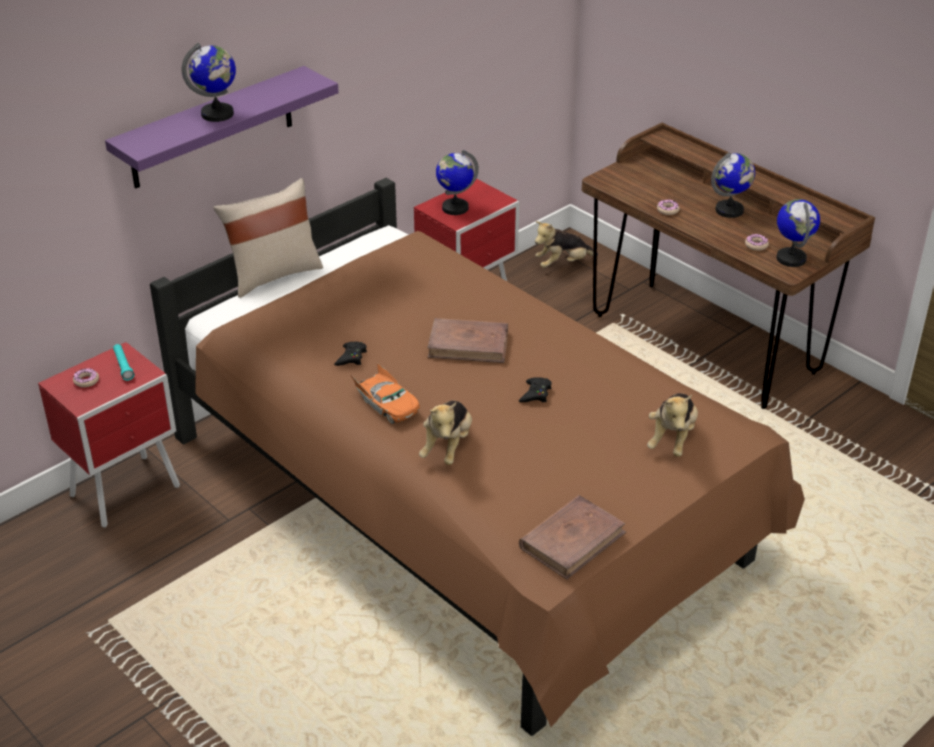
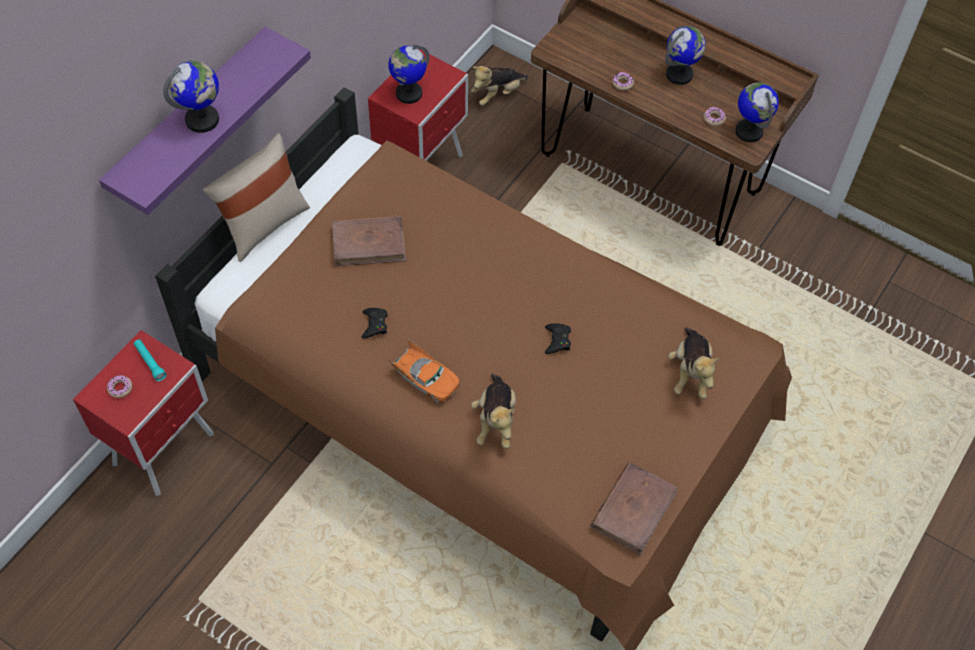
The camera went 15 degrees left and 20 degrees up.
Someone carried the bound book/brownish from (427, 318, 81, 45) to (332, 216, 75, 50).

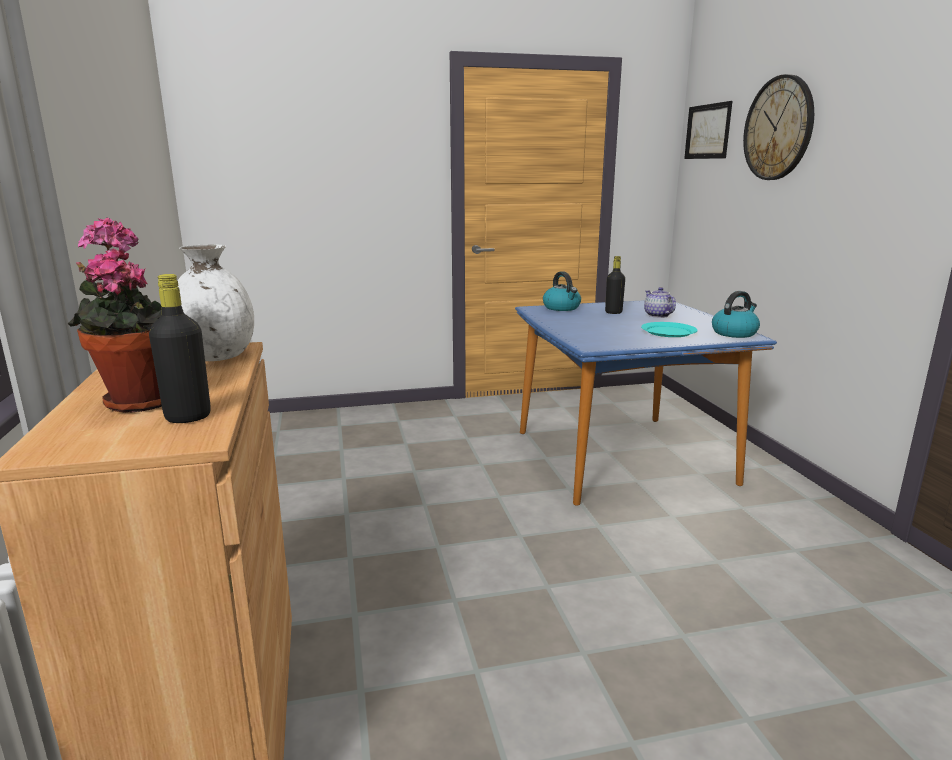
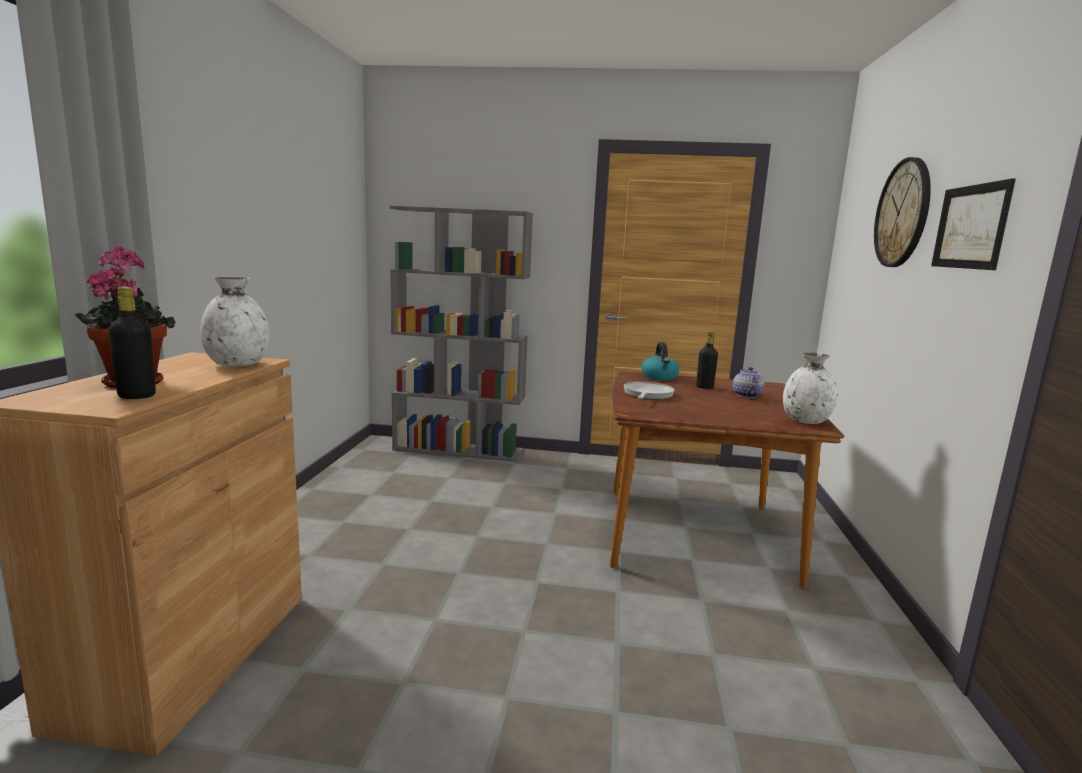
The camera went 20 degrees right and 5 degrees down.
Someone took away the flat dish/turquoise-coloured at (641, 322, 57, 15).
Someone put down the bookcase/greyish at (390, 206, 143, 256).
Someone put down the frying pan at (624, 382, 50, 18).
Someone carried the picture from (684, 101, 48, 58) to (931, 178, 85, 92).
Someone swapped the water kettle at (712, 291, 48, 47) for the flower vase/white at (783, 352, 54, 72).
Someone repainted the dining table/bluish at (515, 300, 262, 206), which became the dining table/brownish at (610, 371, 234, 218).

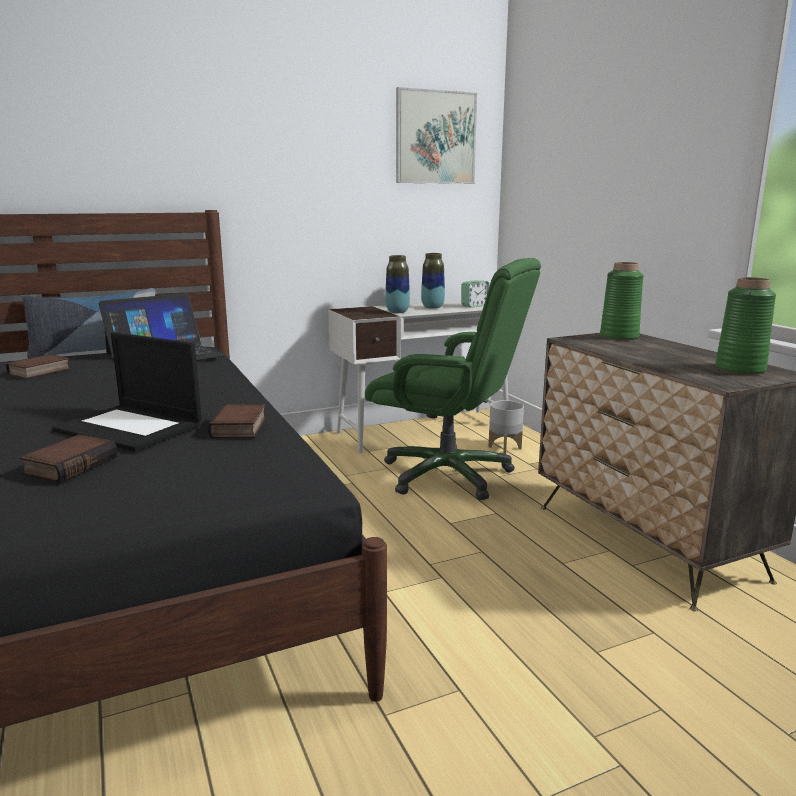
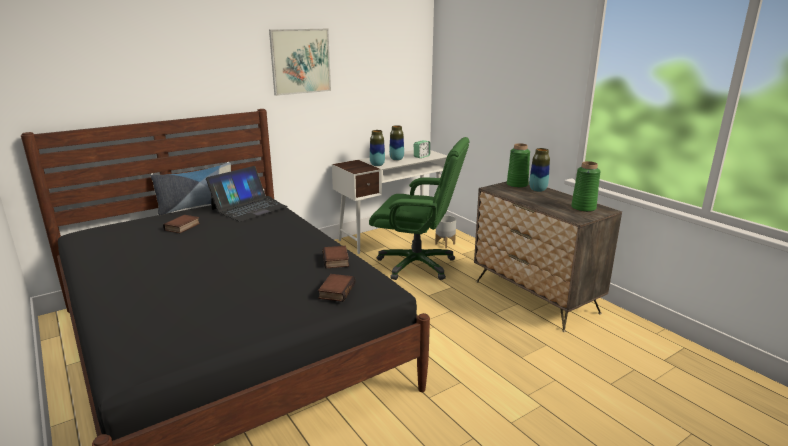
The camera went 10 degrees left and 5 degrees up.
Someone took away the laptop at (52, 332, 150, 120).
Someone put down the flower vase at (529, 148, 21, 44).
Someone carried the bound book from (19, 435, 98, 48) to (318, 274, 38, 28).
Someone carried the picture from (396, 87, 81, 97) to (269, 29, 62, 67).

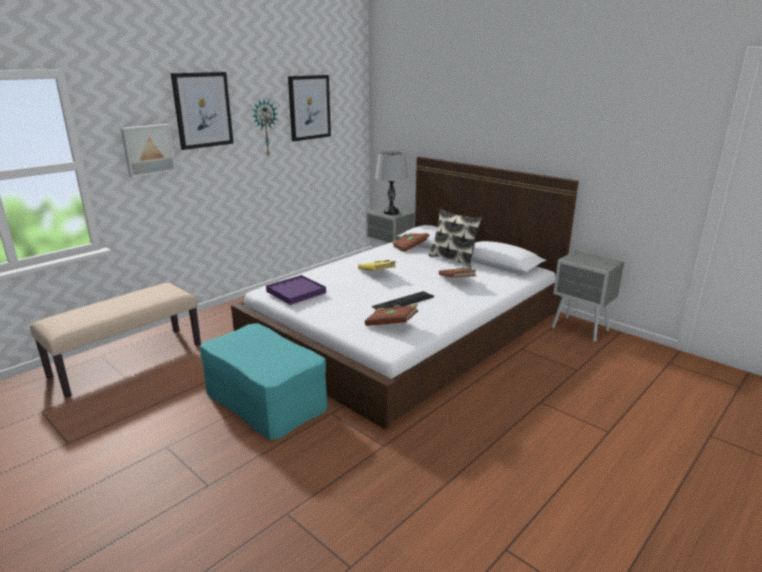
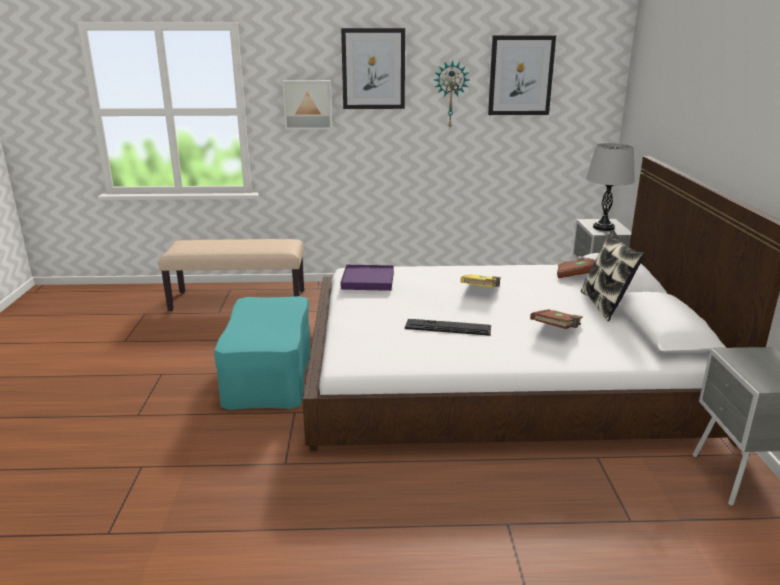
The camera went 45 degrees right and 0 degrees up.
Someone took away the bound book/brownish at (365, 304, 53, 22).

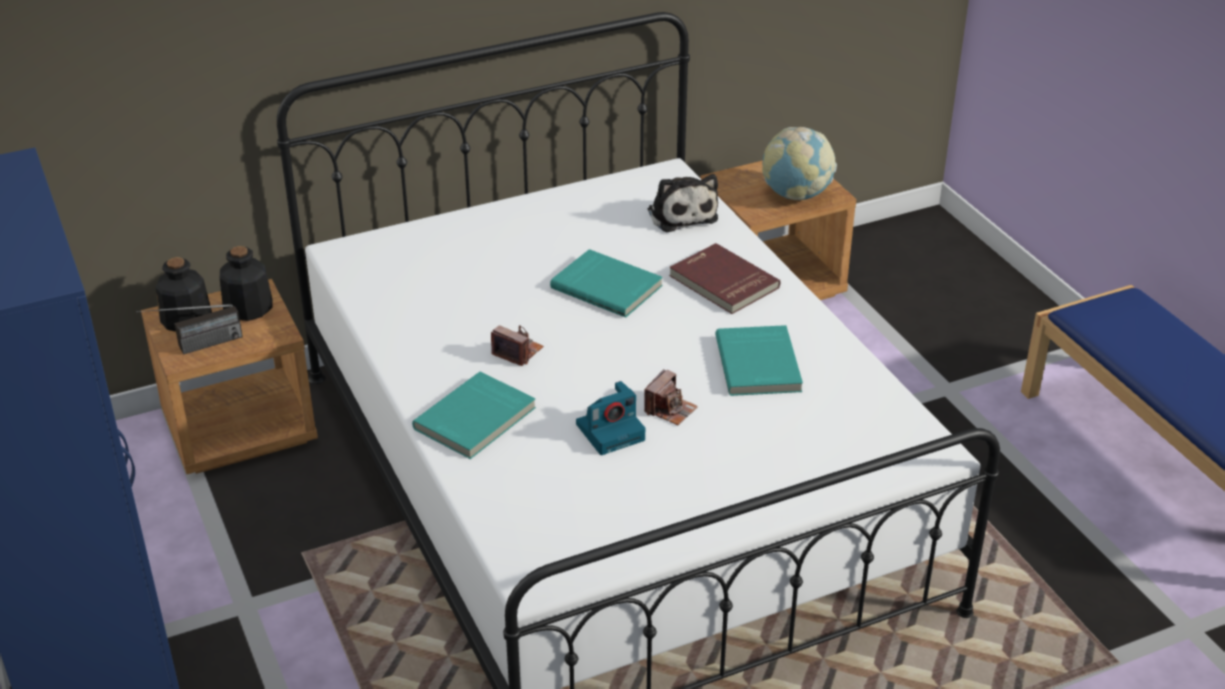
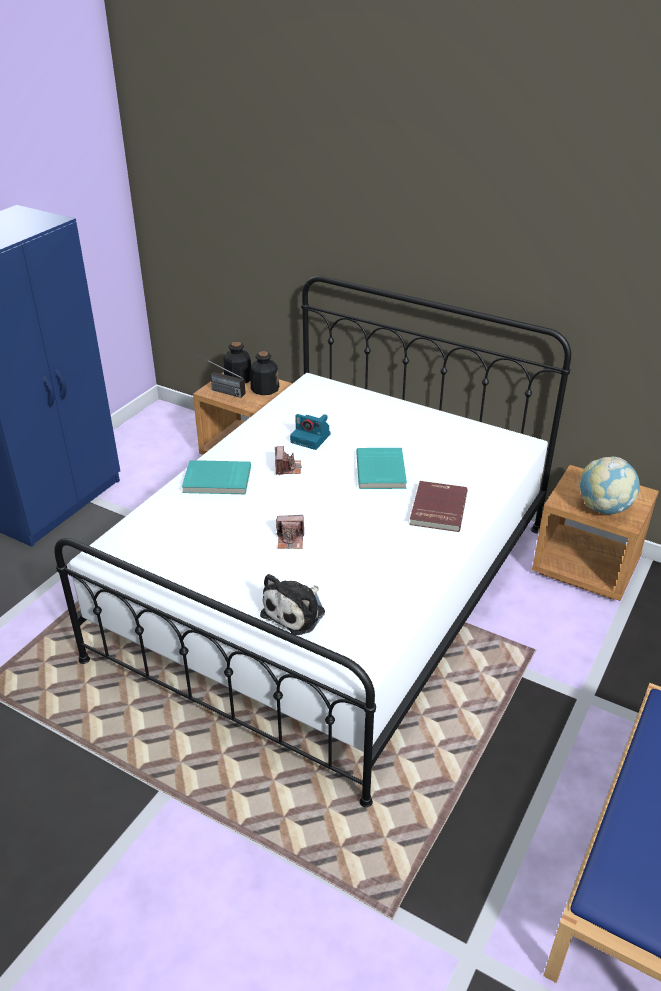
The camera went 55 degrees right and 0 degrees up.
Someone took away the bound book/turquoise-coloured at (715, 325, 88, 71).
Someone carried the still camera from (576, 381, 70, 74) to (290, 414, 40, 36).
Someone carried the plush toy from (648, 174, 70, 59) to (260, 574, 65, 61).

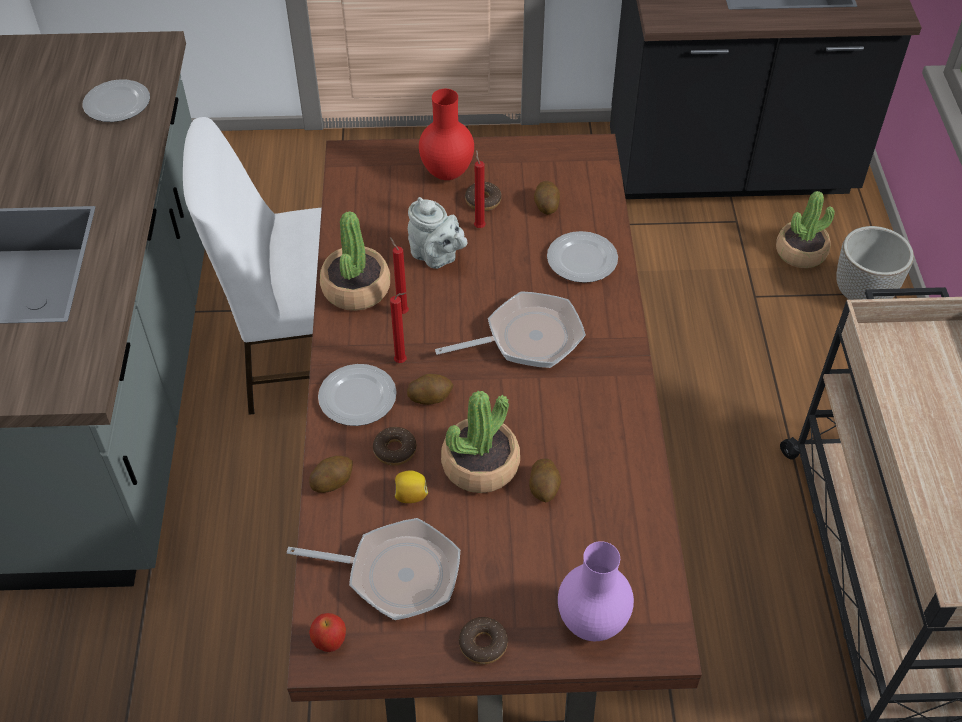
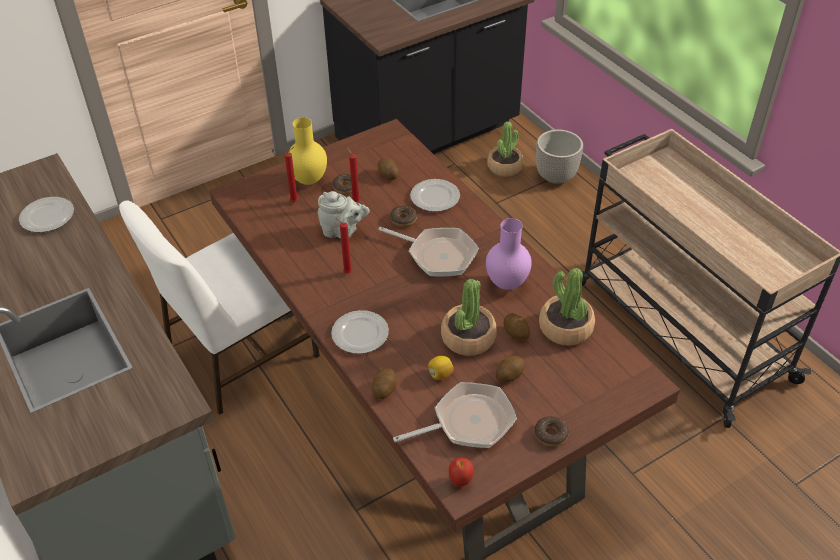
The camera went 30 degrees left and 5 degrees down.
Someone carried the houseplant from (320, 211, 70, 100) to (539, 268, 56, 78).
Someone carried the donut from (373, 427, 43, 39) to (390, 205, 27, 22).
Someone carried the wax candle/red-coloured from (390, 293, 17, 70) to (285, 147, 13, 55).
Someone carried the spud from (407, 374, 47, 31) to (496, 356, 28, 27).
Someone carried the flower vase/purplish from (558, 541, 76, 100) to (486, 218, 46, 72).
Someone repainted the flower vase/red-coloured at (419, 89, 55, 91), which became the flower vase/yellow-coloured at (289, 117, 38, 68).
Someone rotated the frying pan at (435, 291, 151, 77) by 75 degrees clockwise.

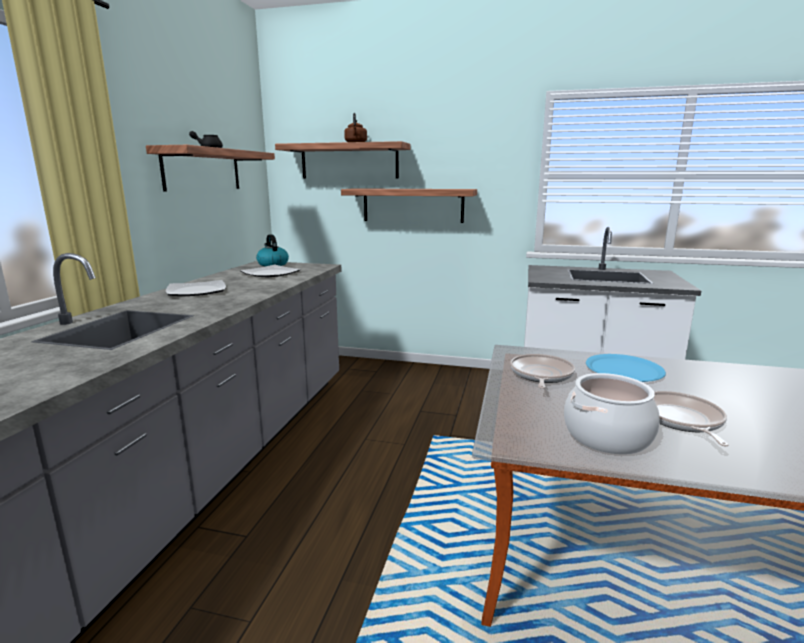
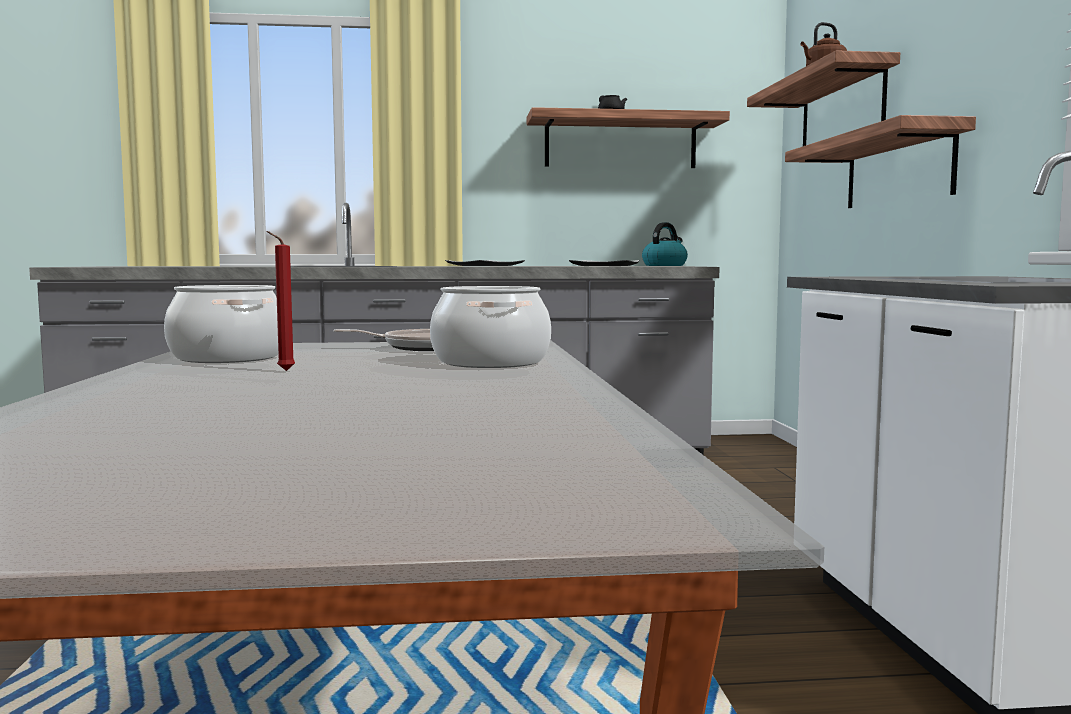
The camera went 70 degrees right and 10 degrees down.
Someone swapped the flat dish/bluish at (586, 354, 80, 28) for the saucepot at (430, 286, 121, 82).
Someone swapped the frying pan at (654, 391, 75, 56) for the wax candle/red-coloured at (266, 231, 29, 140).

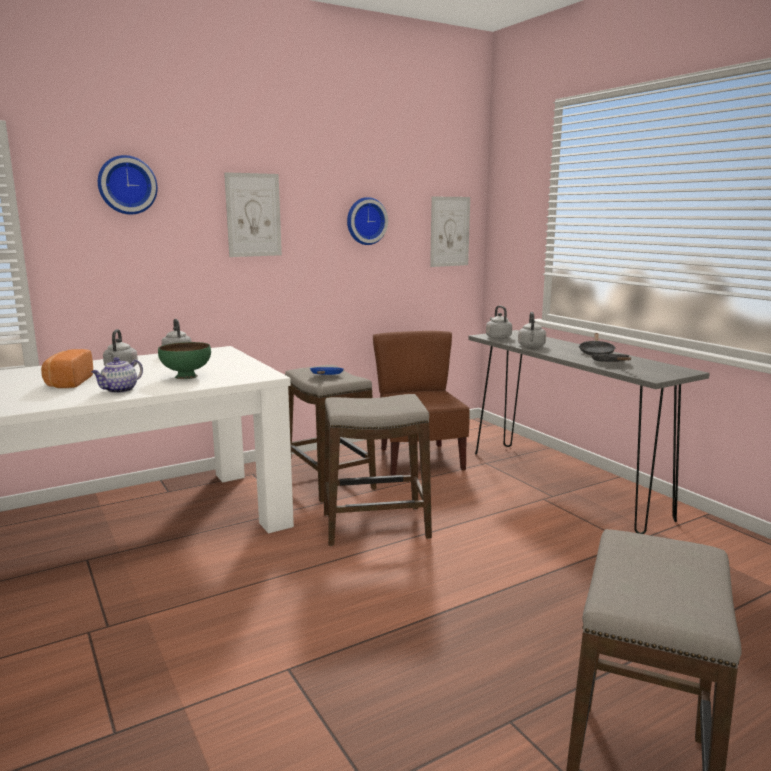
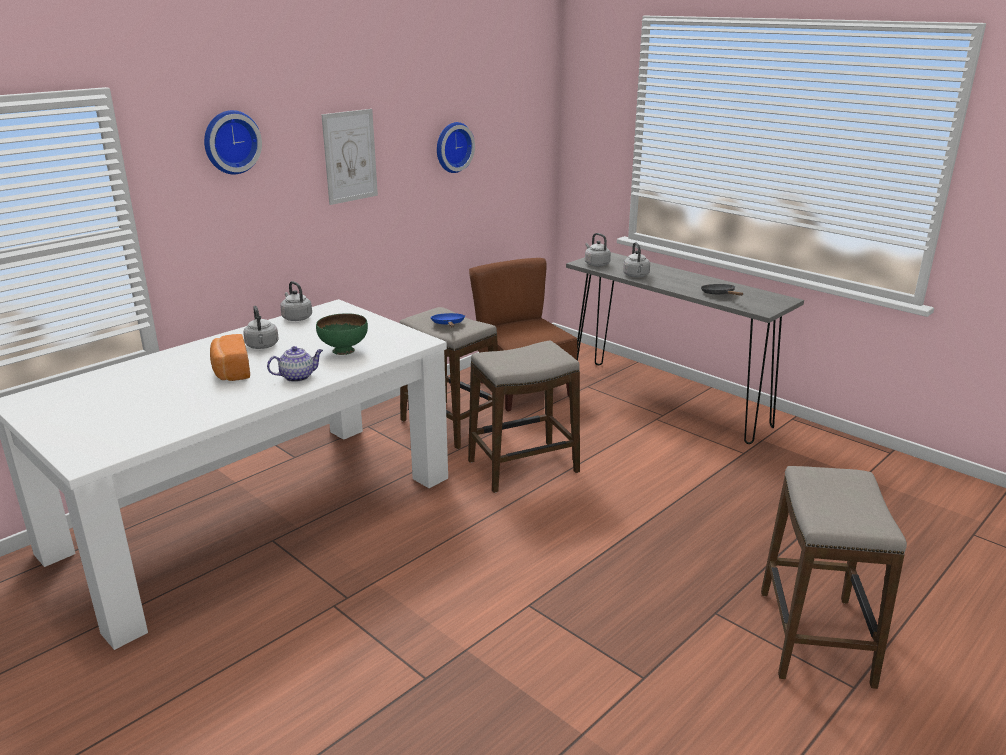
The camera went 15 degrees left and 10 degrees up.
Someone took away the picture at (430, 196, 40, 71).
Someone took away the frying pan/black-coloured at (579, 333, 37, 22).
Someone rotated the tea pot at (91, 357, 52, 36) by 135 degrees counterclockwise.

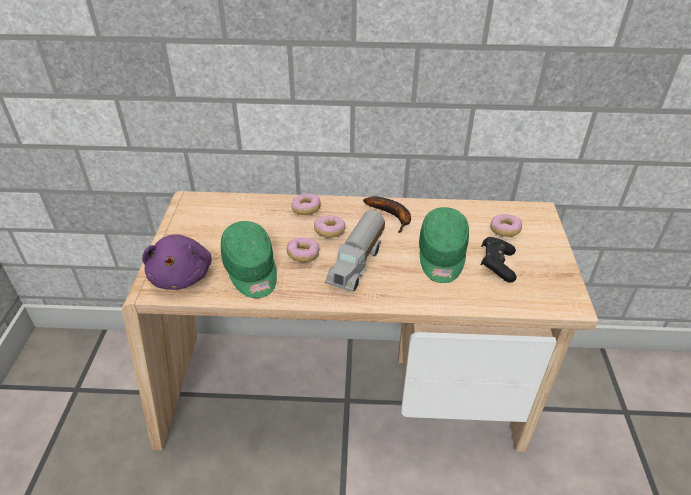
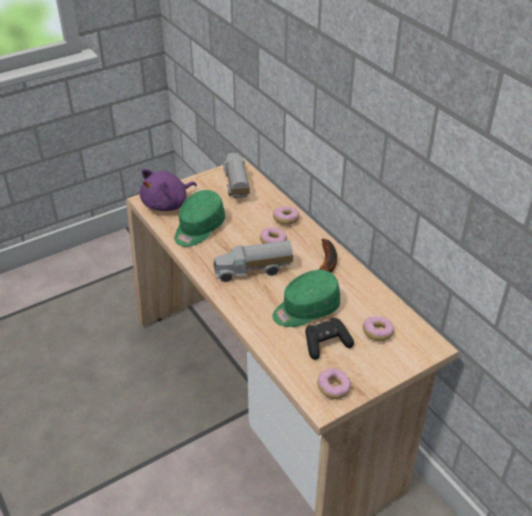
The camera went 55 degrees right and 0 degrees up.
Someone put down the toy truck at (222, 153, 28, 45).
Someone carried the donut from (287, 237, 33, 25) to (317, 368, 34, 31).

